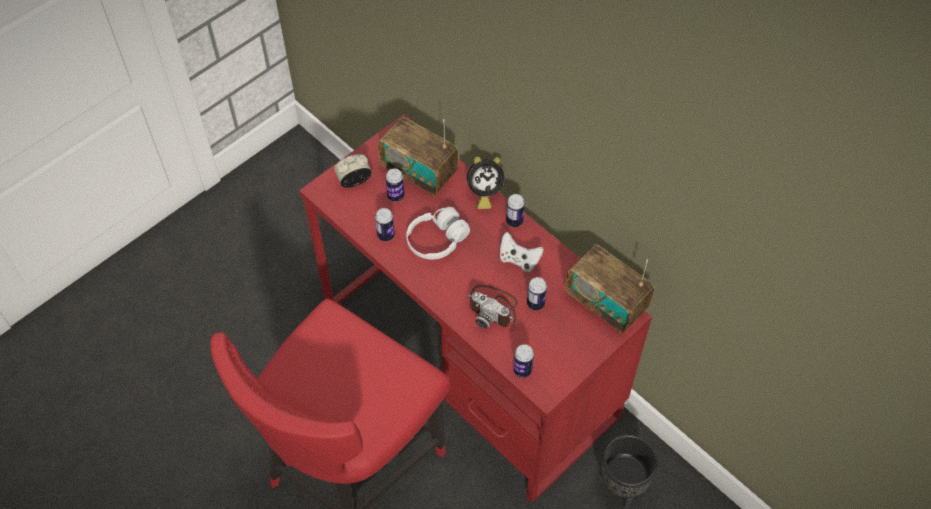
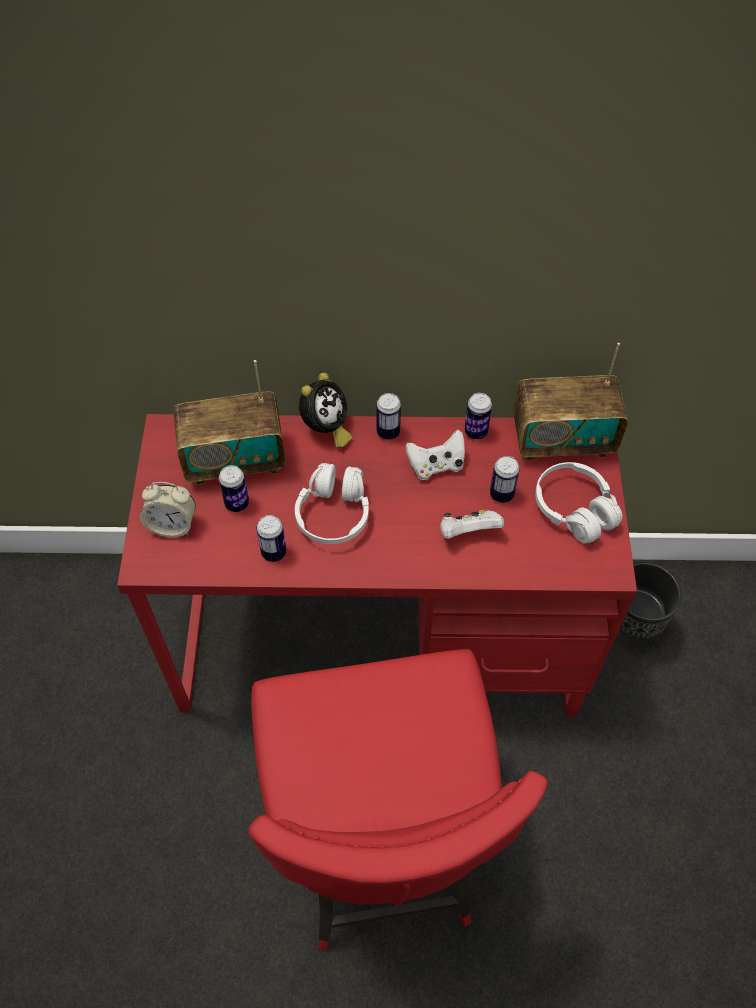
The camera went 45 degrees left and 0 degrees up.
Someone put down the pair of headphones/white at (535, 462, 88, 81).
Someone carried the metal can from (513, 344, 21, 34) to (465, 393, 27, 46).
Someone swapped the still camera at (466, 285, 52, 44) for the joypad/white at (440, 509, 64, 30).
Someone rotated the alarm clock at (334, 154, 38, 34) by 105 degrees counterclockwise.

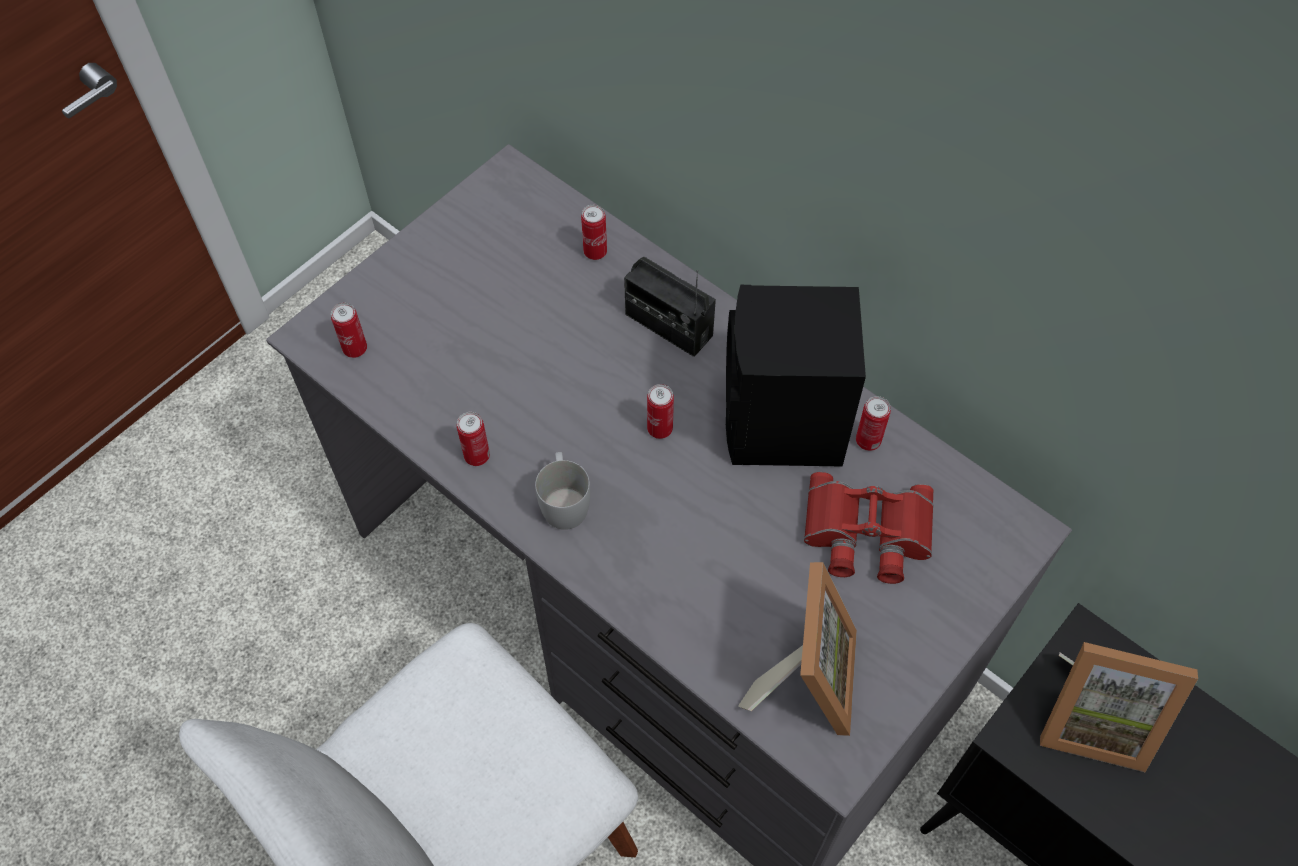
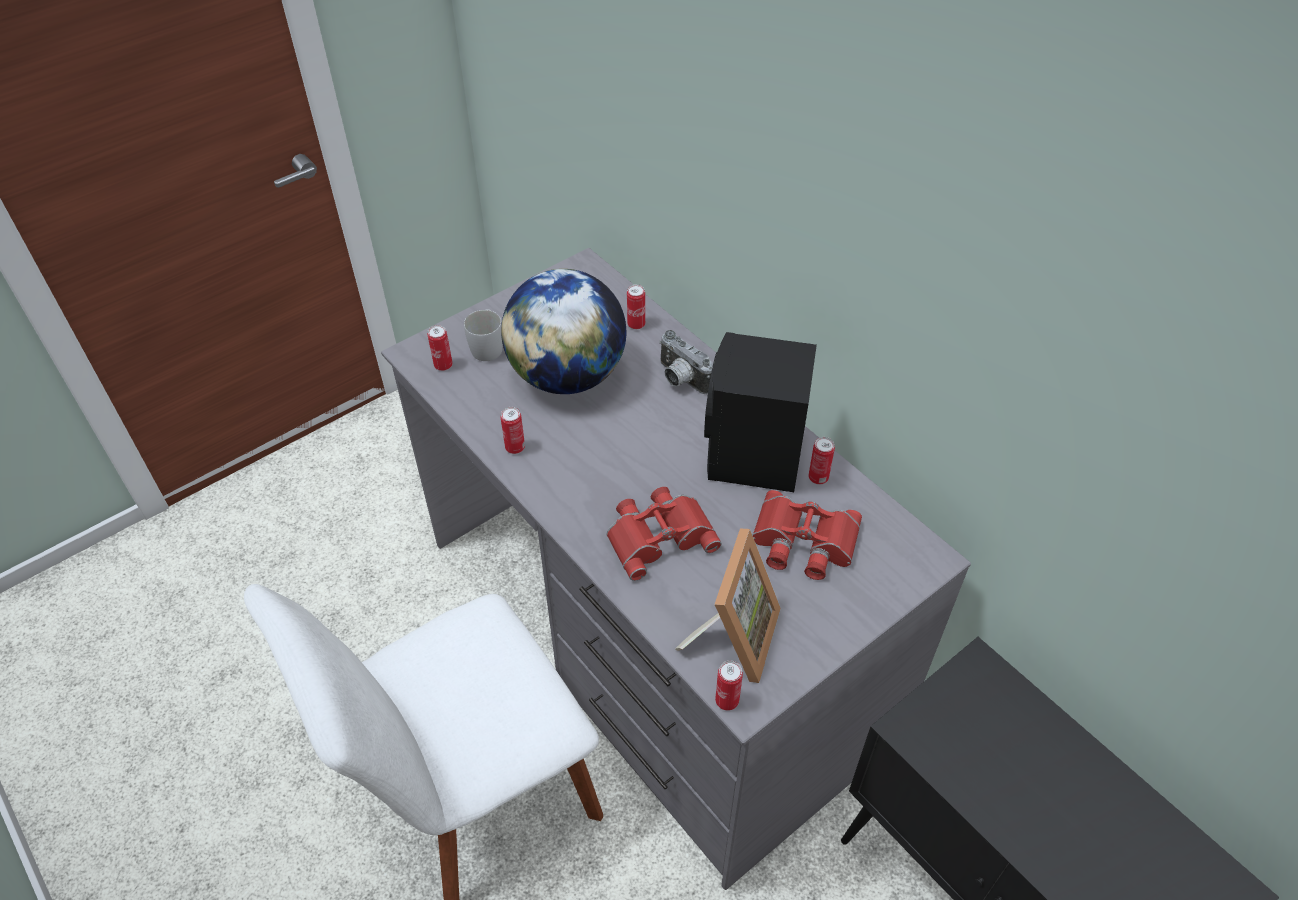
The camera went 10 degrees right and 10 degrees down.
Someone took away the picture frame at (1040, 642, 158, 130).
Someone put down the globe at (501, 269, 125, 125).
Someone put down the binoculars/red-coloured at (606, 487, 115, 94).
Someone carried the mug/white from (535, 452, 55, 78) to (464, 309, 39, 52).
Someone carried the metal can from (647, 384, 27, 55) to (715, 661, 28, 50).
Someone swapped the radio set at (624, 257, 92, 100) for the still camera at (659, 330, 54, 64).

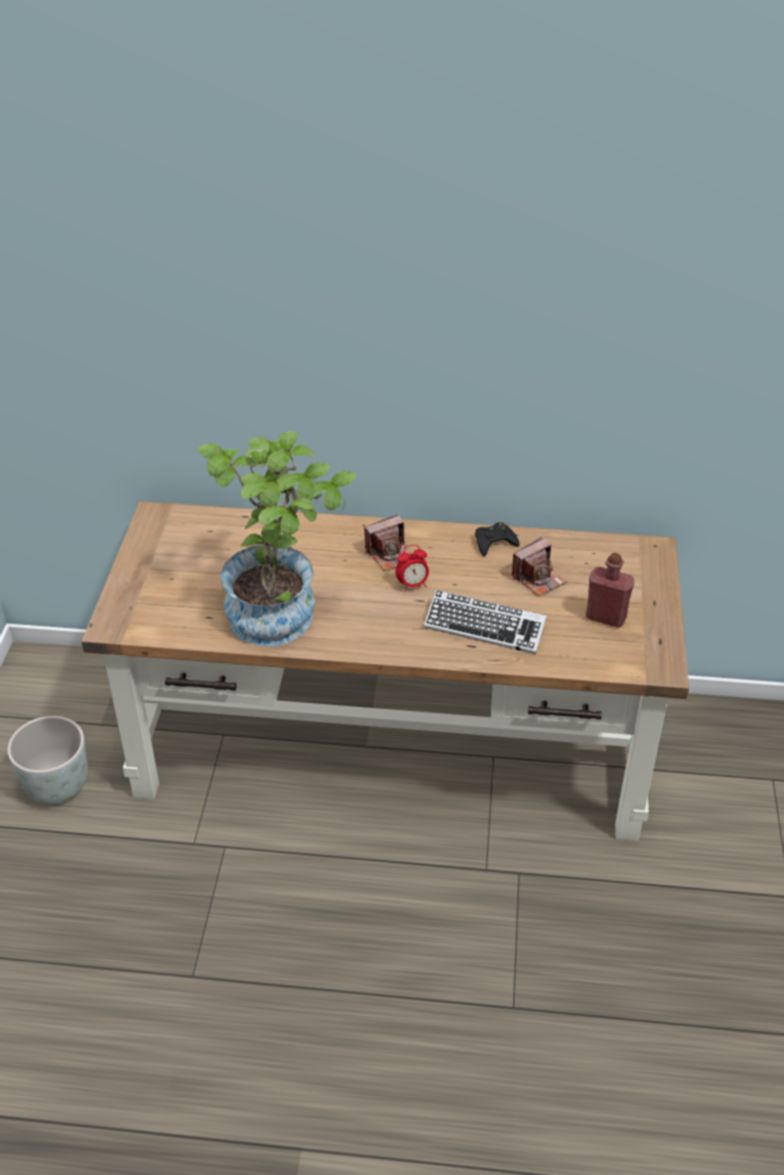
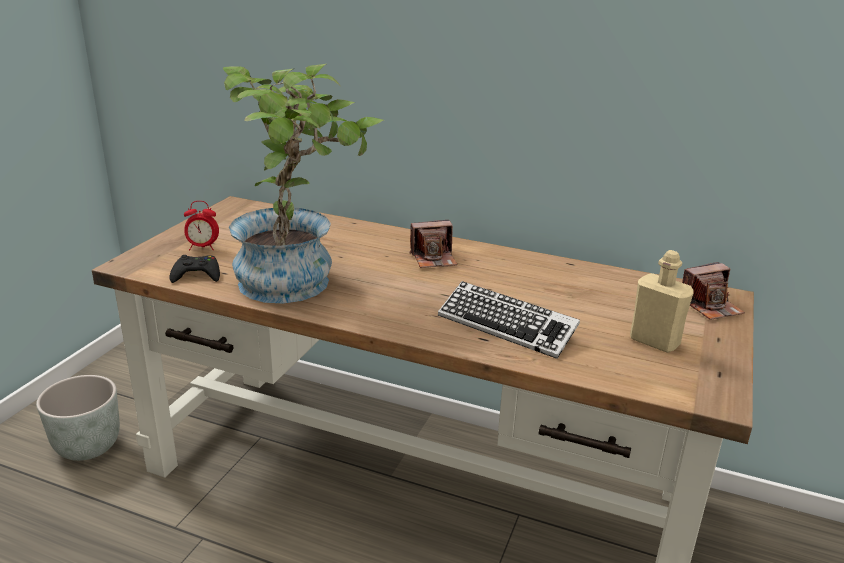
The camera went 15 degrees right and 15 degrees down.
Someone carried the alarm clock from (396, 545, 33, 47) to (184, 201, 35, 49).
Someone carried the joypad/black-coloured from (475, 522, 45, 34) to (169, 255, 51, 28).
Someone carried the still camera from (512, 537, 55, 59) to (682, 262, 63, 58).
Someone repainted the bottle/red-coloured at (586, 552, 48, 76), which became the bottle/beige at (630, 250, 63, 103).

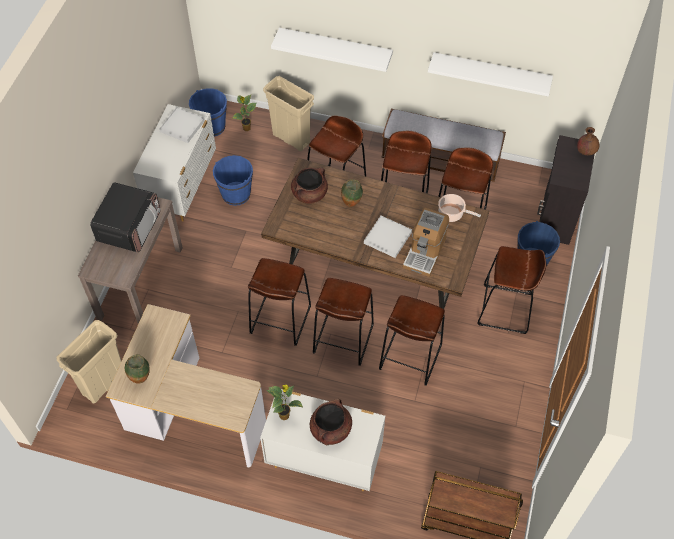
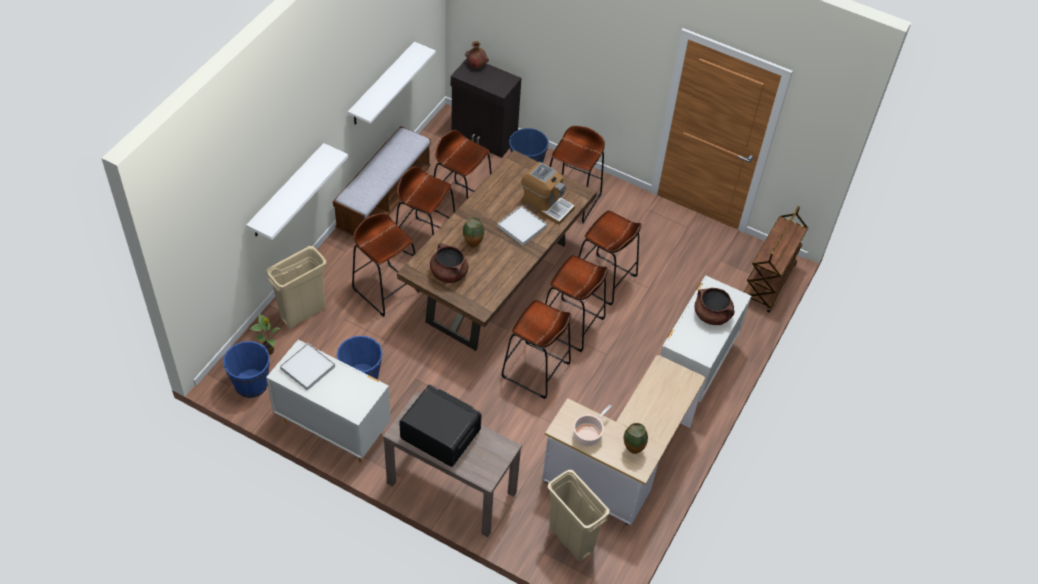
The camera went 80 degrees left and 5 degrees down.
Someone took away the houseplant at (266, 384, 37, 36).
Someone carried the saucepot from (438, 194, 43, 28) to (573, 405, 39, 42).

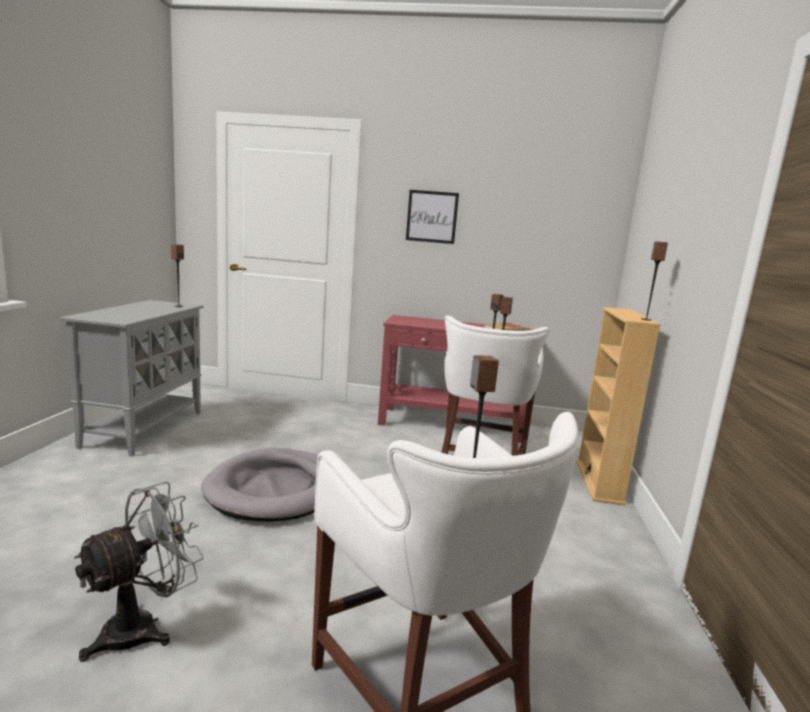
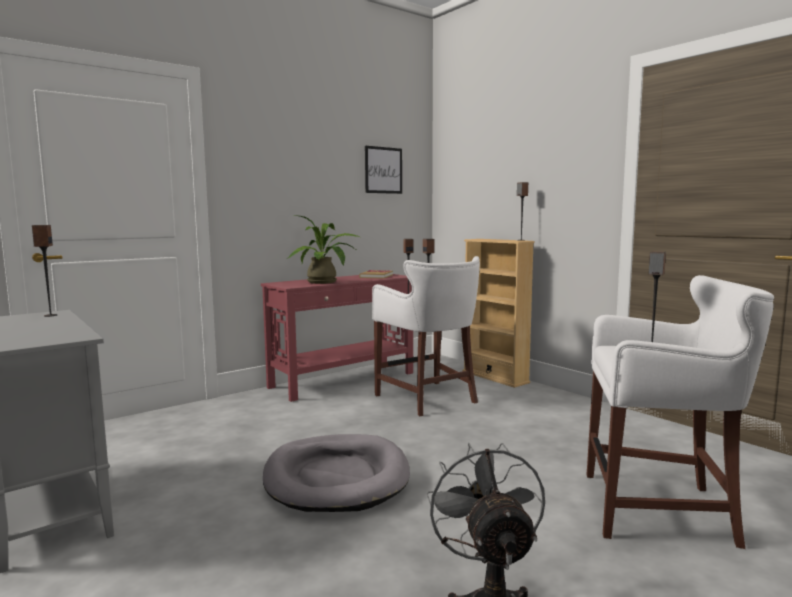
The camera went 45 degrees left and 5 degrees down.
Someone put down the houseplant at (287, 215, 73, 69).
Someone carried the picture from (406, 190, 53, 54) to (365, 146, 37, 48).

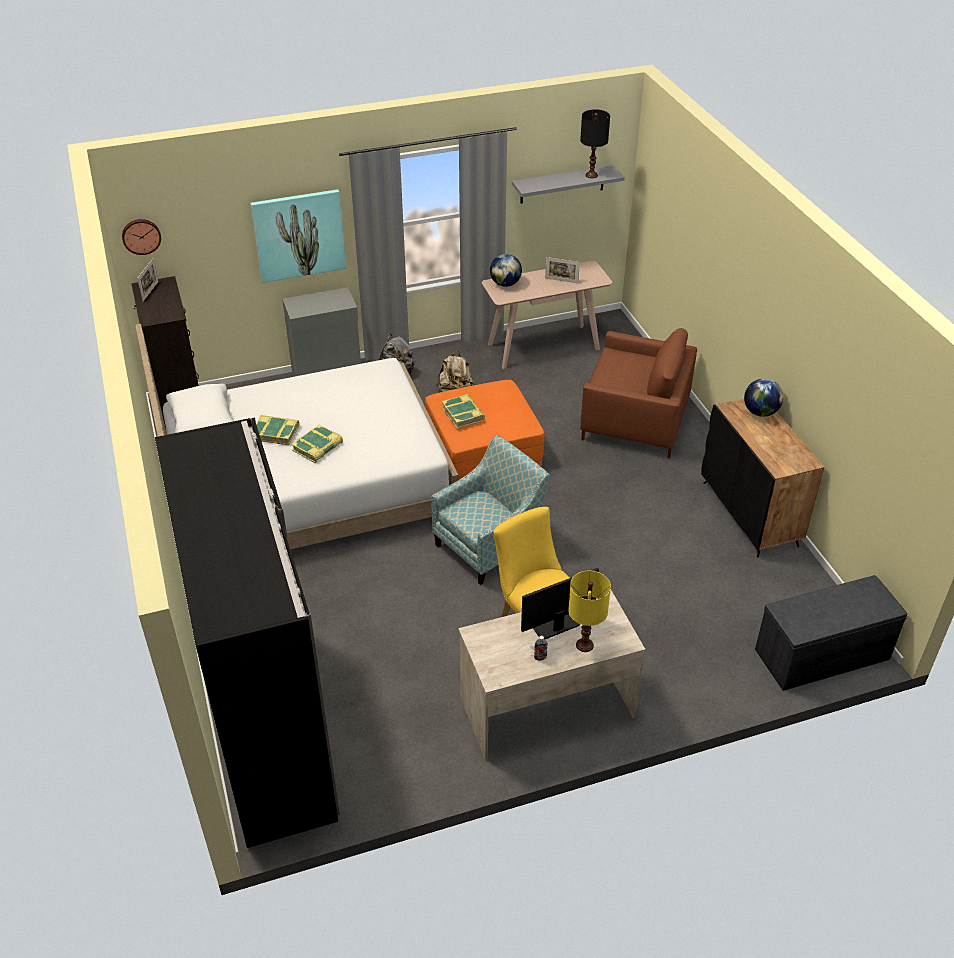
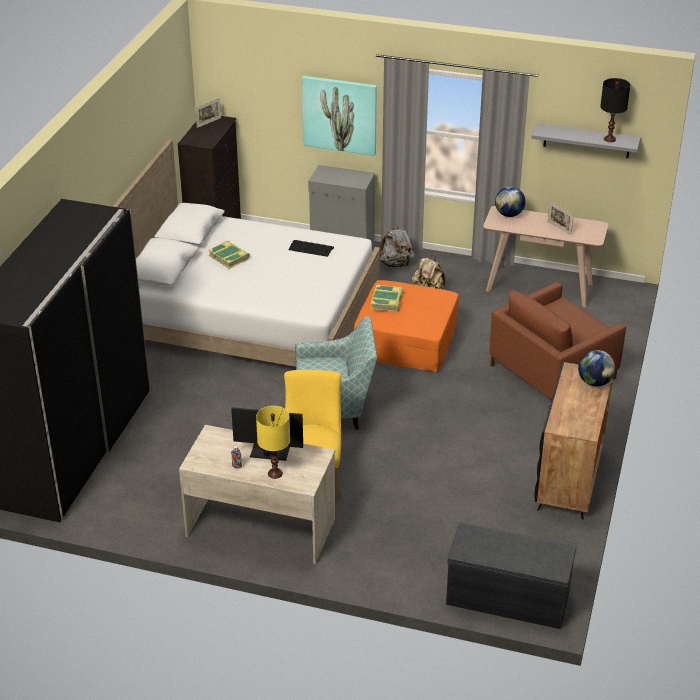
The camera went 35 degrees right and 5 degrees down.
Someone took away the wall clock at (122, 219, 39, 36).
Someone took away the bound book at (291, 424, 52, 39).
Someone put down the keyboard at (289, 240, 45, 17).
Someone rotated the easy chair/brownish at (580, 328, 117, 130) by 90 degrees clockwise.

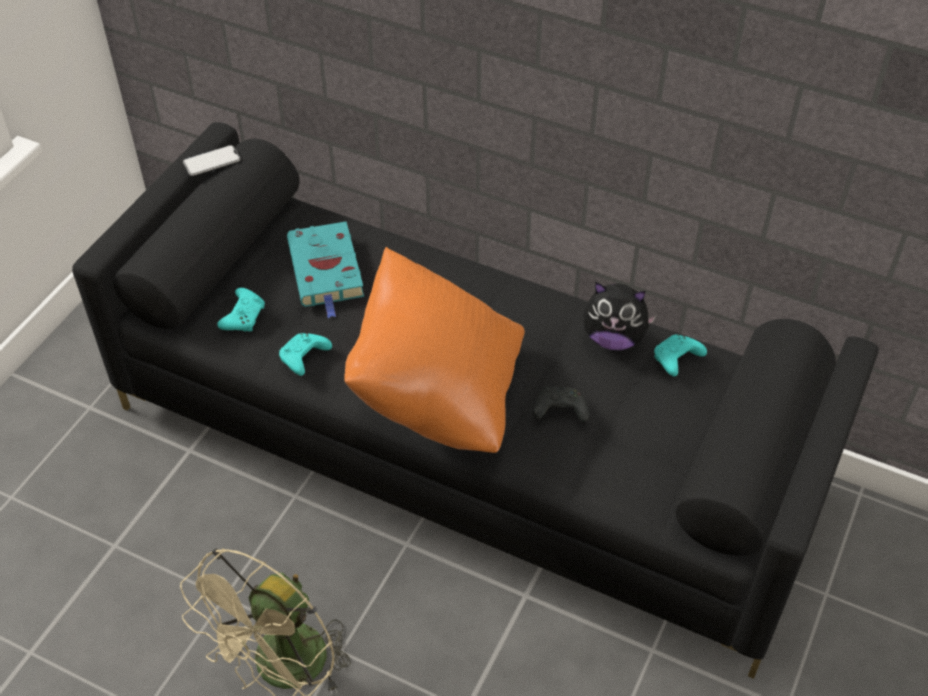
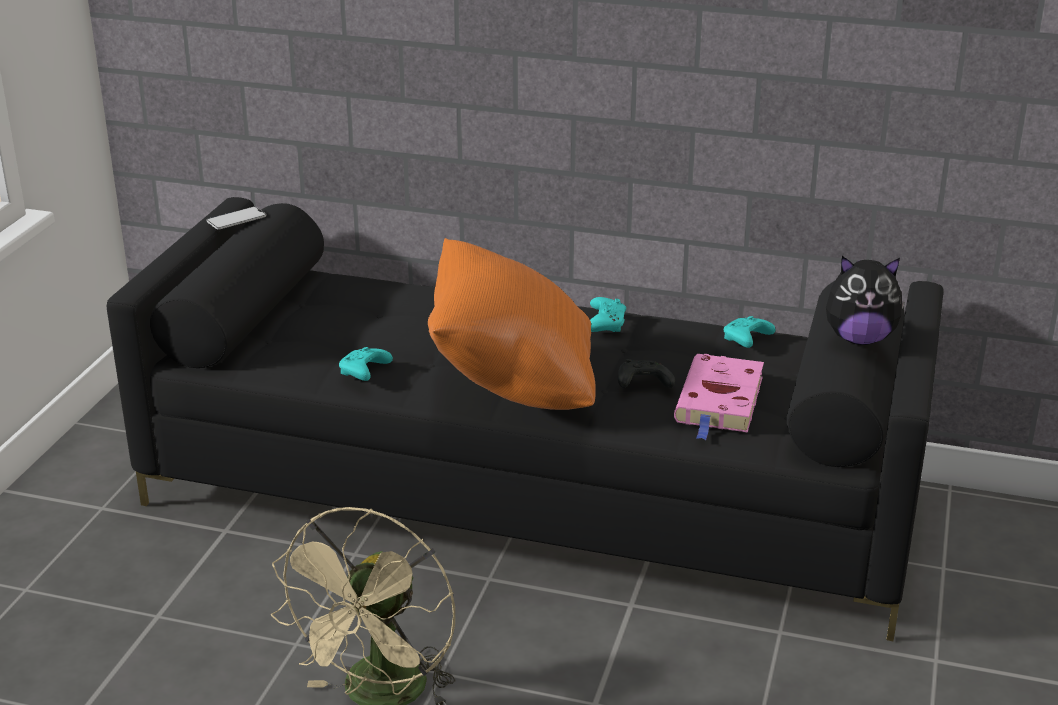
The camera went 10 degrees left and 20 degrees down.
Someone took away the bound book/turquoise-coloured at (287, 221, 77, 97).
Someone put down the bound book/pink at (674, 354, 90, 86).
Someone carried the joypad/turquoise-coloured from (217, 288, 48, 43) to (590, 297, 36, 35).
Someone carried the plush toy from (583, 282, 73, 68) to (826, 256, 79, 89).

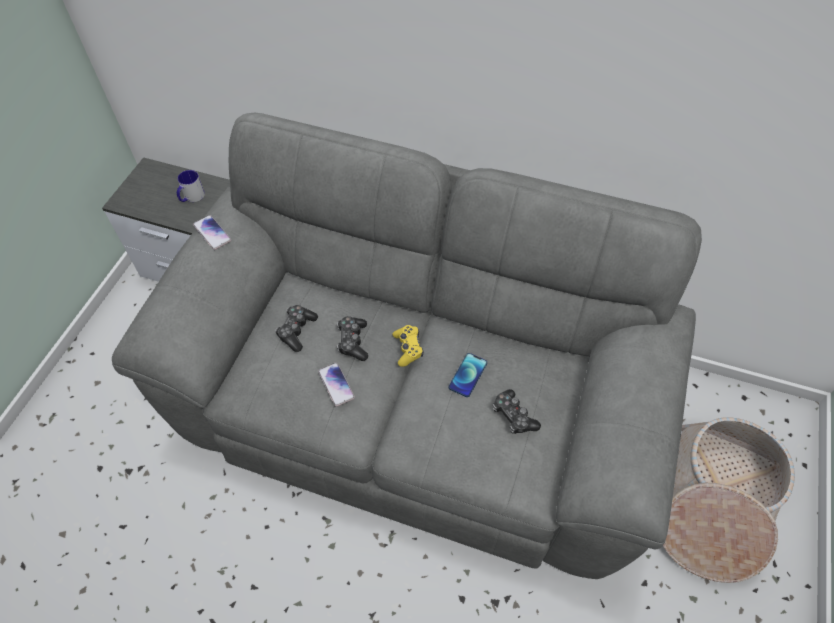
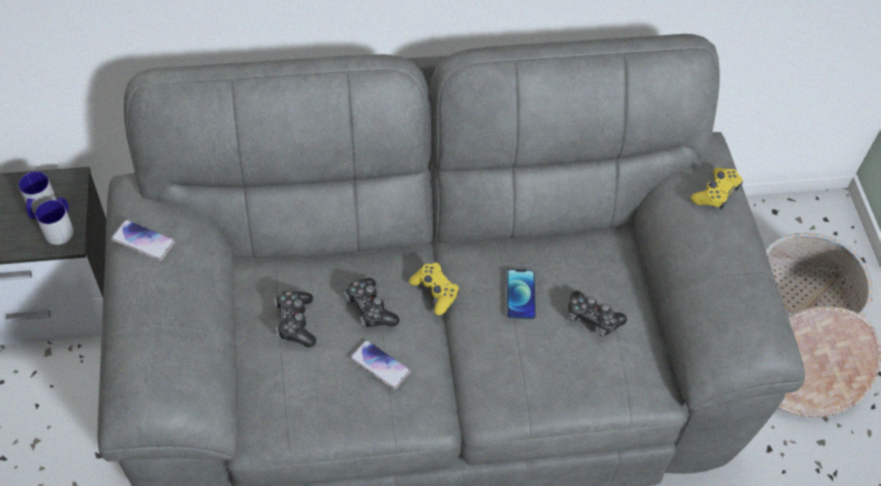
The camera went 30 degrees left and 0 degrees up.
Someone put down the mug at (35, 197, 39, 48).
Someone put down the joypad/yellow-coloured at (691, 168, 52, 41).

